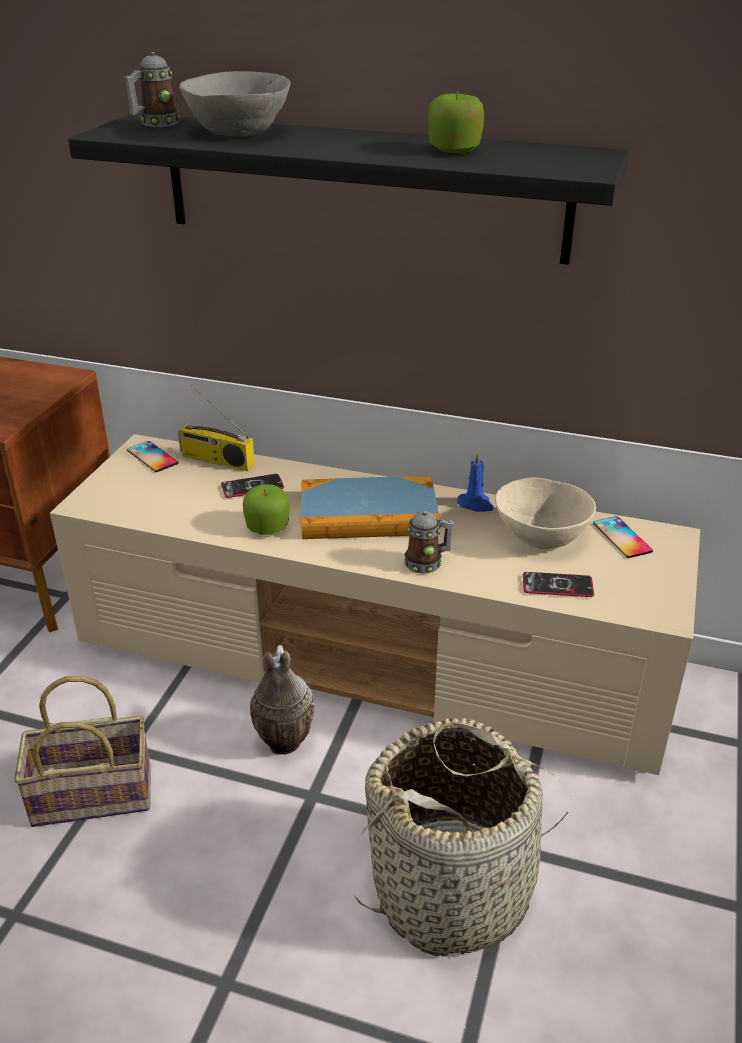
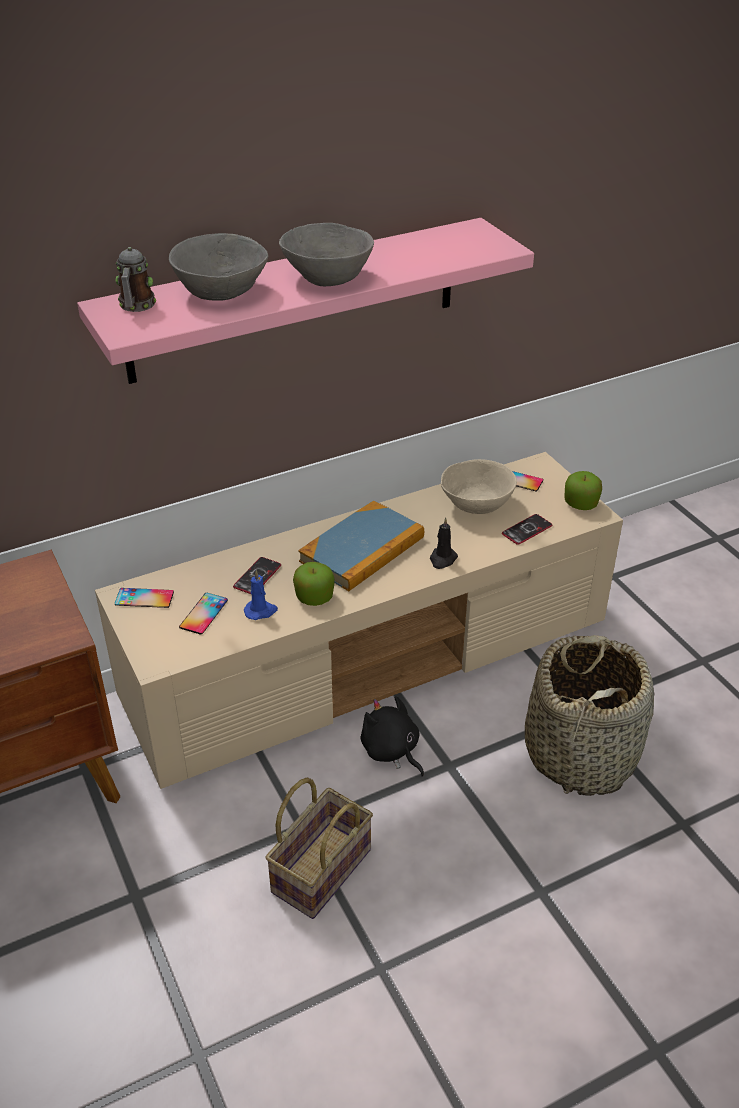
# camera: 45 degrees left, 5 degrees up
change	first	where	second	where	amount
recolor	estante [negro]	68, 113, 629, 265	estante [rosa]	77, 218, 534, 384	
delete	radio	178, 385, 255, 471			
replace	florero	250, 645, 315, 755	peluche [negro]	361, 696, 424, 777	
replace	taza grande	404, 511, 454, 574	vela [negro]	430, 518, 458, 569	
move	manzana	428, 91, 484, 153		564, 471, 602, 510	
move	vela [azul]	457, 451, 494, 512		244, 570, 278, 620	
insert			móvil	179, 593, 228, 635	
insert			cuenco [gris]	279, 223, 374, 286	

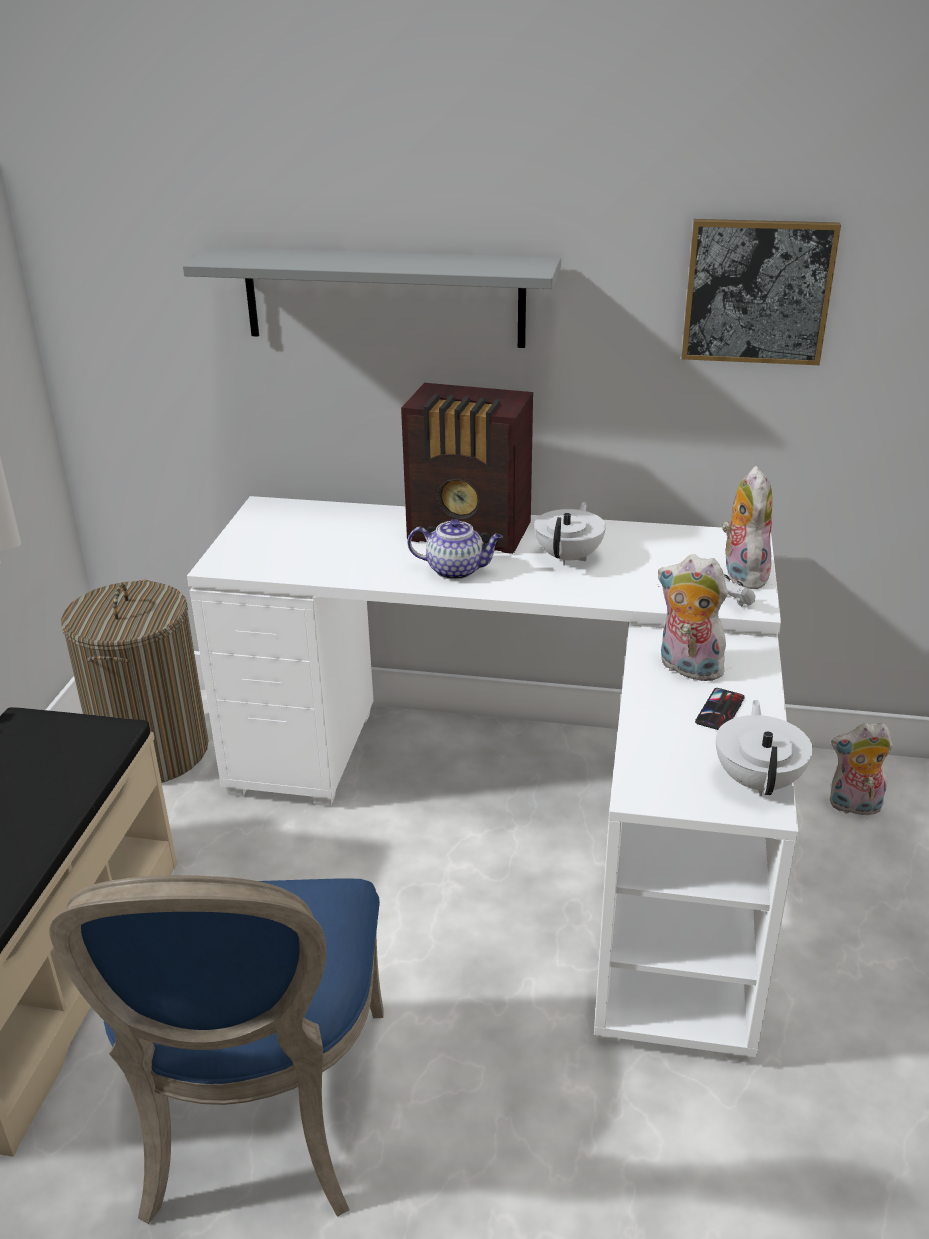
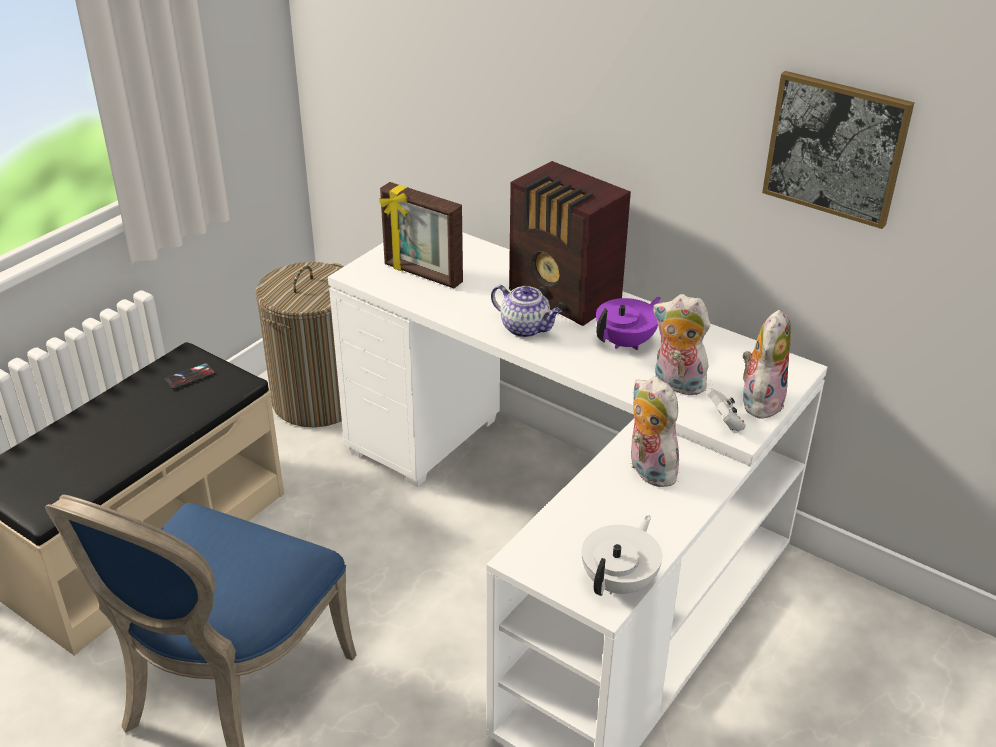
# camera: 25 degrees right, 5 degrees up
change	first	where	second	where	amount
delete	estante [gris]	183, 247, 561, 348			
recolor	tetera [blanco]	534, 502, 606, 566	tetera [morado]	596, 297, 661, 350	
move	móvil	695, 688, 745, 730		165, 363, 215, 389	
move	peluche	830, 723, 893, 816		653, 294, 710, 395	
insert			portarretratos	379, 182, 463, 289	

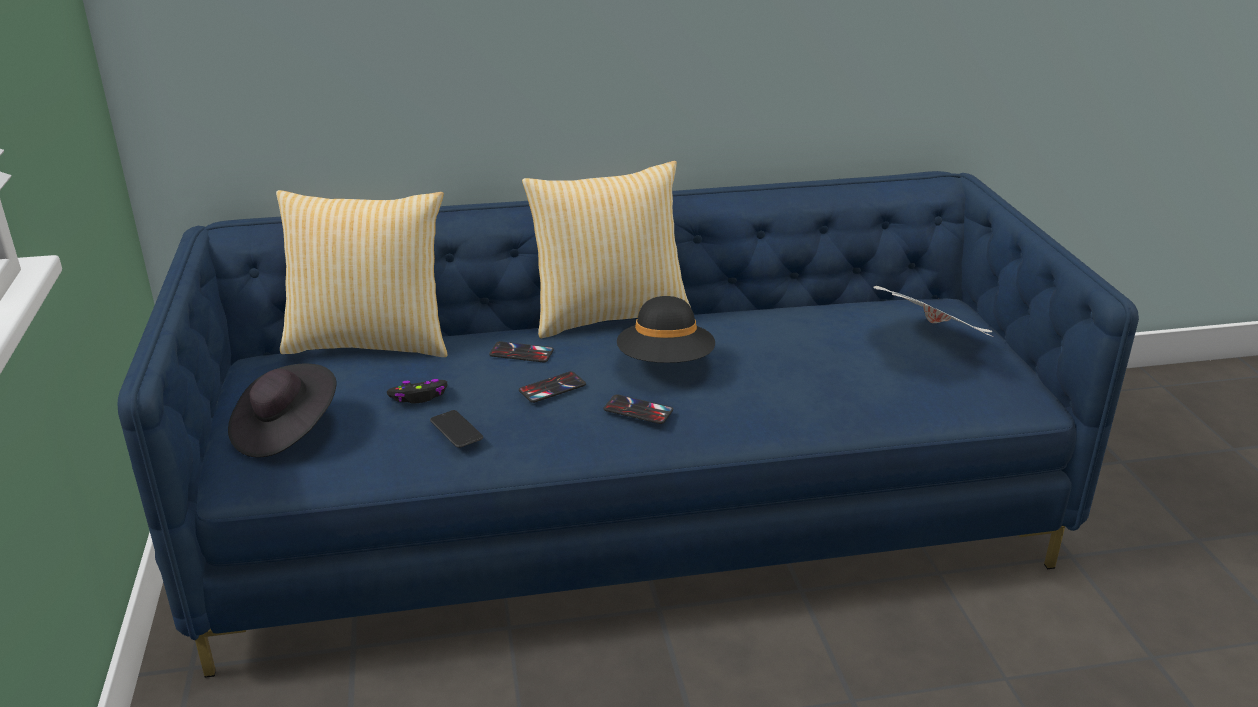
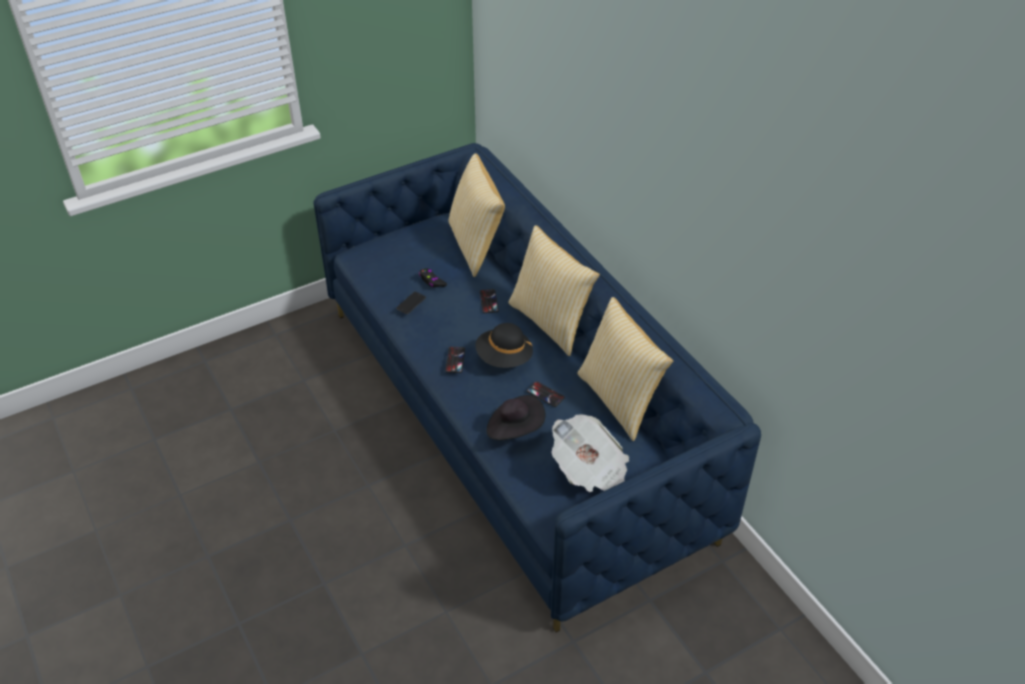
# camera: 70 degrees right, 15 degrees up
change	first	where	second	where	amount
move	sombrero [negro]	228, 364, 337, 458		487, 395, 545, 440	
move	móvil	519, 371, 586, 403		527, 381, 565, 407	
insert			cojín	577, 297, 673, 441	

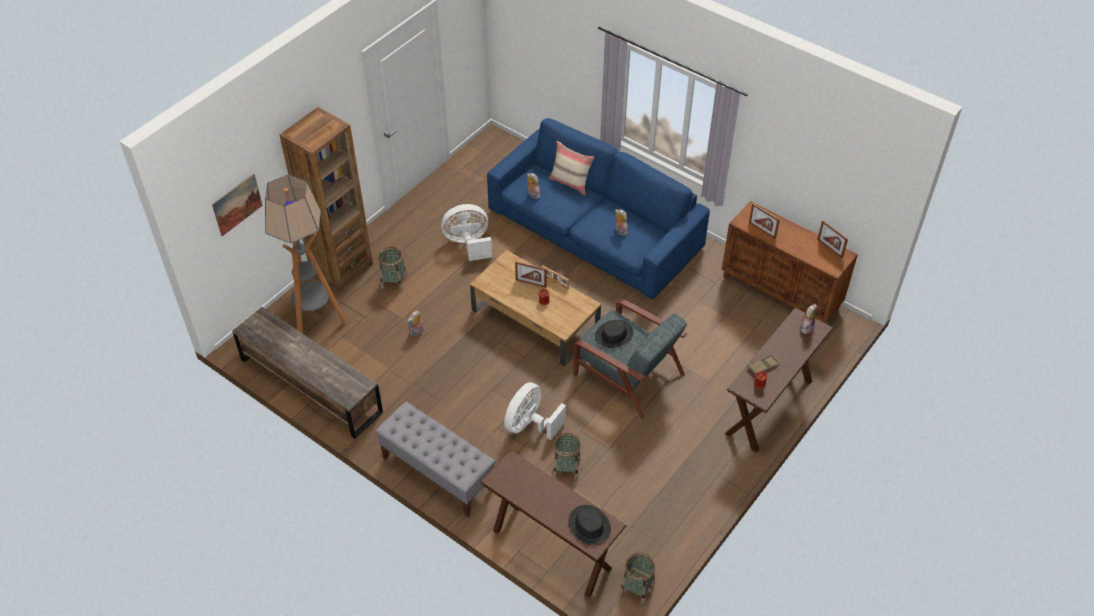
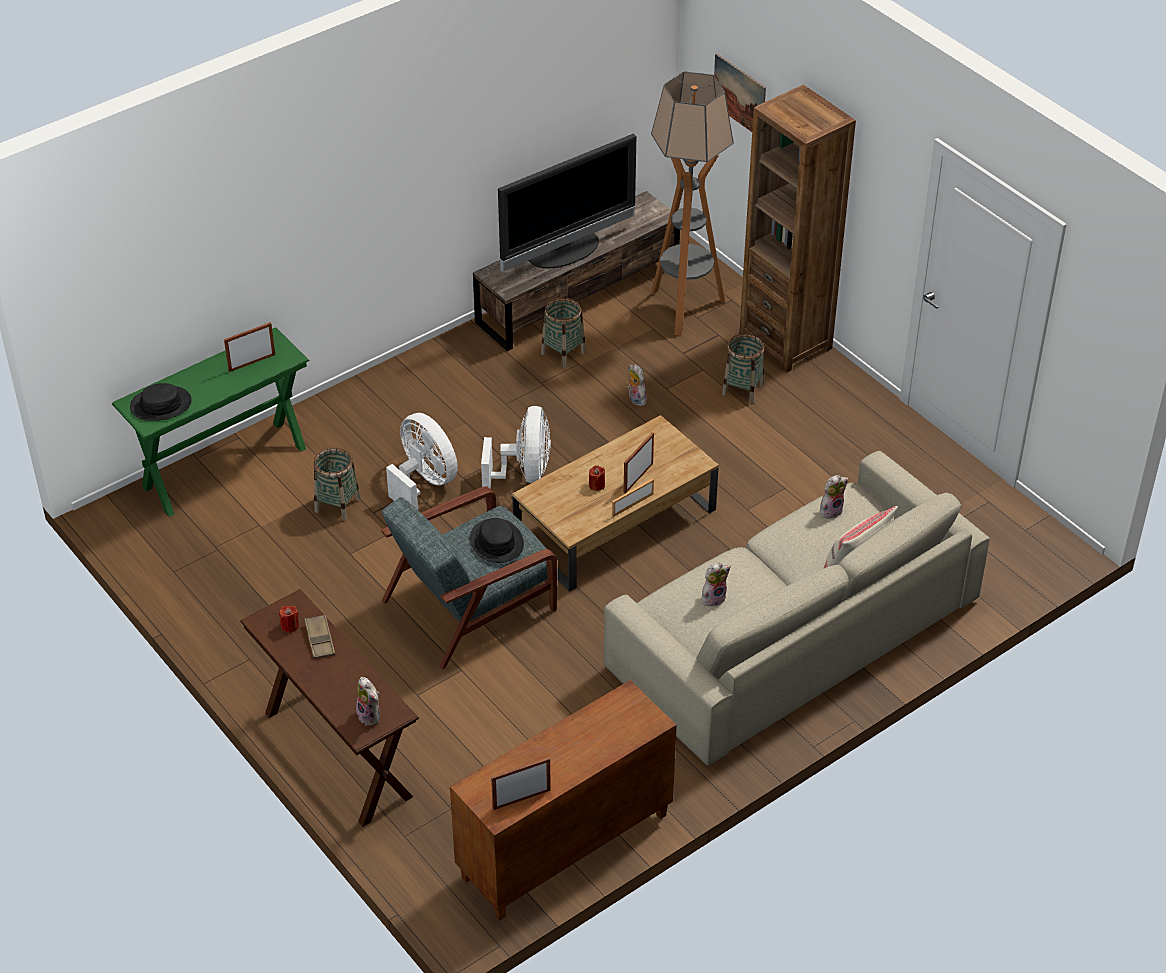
# camera: 105 degrees right, 5 degrees down
change	first	where	second	where	amount
delete	banco [gris]	375, 402, 496, 517			
move	ventilador [blanco]	441, 204, 492, 261		481, 406, 551, 488	
recolor	mesa consola [marrón]	480, 450, 626, 598	mesa consola [verde]	112, 327, 310, 517	
recolor	sofá [azul]	487, 118, 710, 299	sofá [beis]	604, 451, 990, 766	
move	cesta	620, 553, 655, 604		541, 298, 586, 368	
move	portarretratos	749, 203, 780, 239		224, 322, 275, 372	
insert			televisor	498, 134, 636, 272	

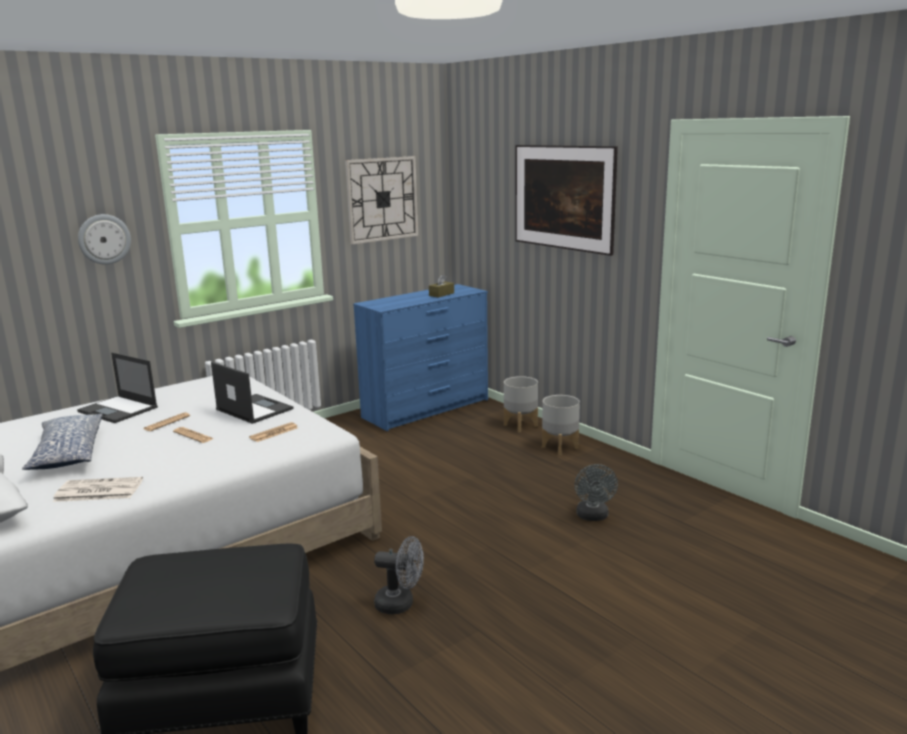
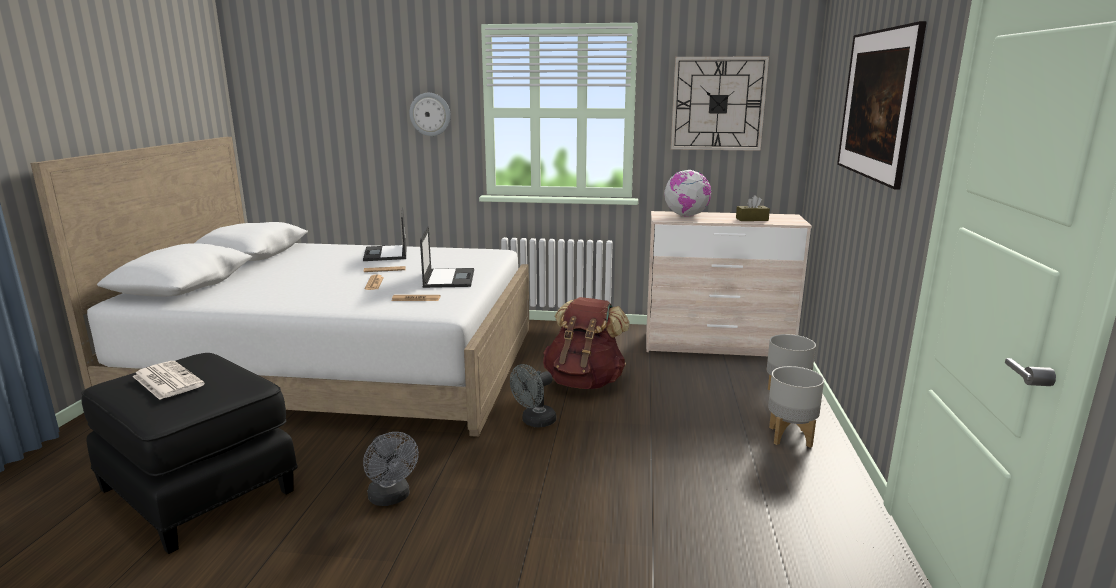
# camera: 45 degrees right, 0 degrees up
change	first	where	second	where	amount
delete	cojín	22, 414, 103, 470			
move	periódico	53, 477, 143, 502		132, 361, 205, 400	
recolor	cómoda [azul]	353, 284, 488, 431	cómoda [beis]	646, 211, 812, 356	
move	ventilador [gris]	575, 464, 618, 521		510, 364, 556, 427	
insert			mochila [marrón]	543, 297, 630, 389	
insert			globo terráqueo	664, 170, 711, 216	

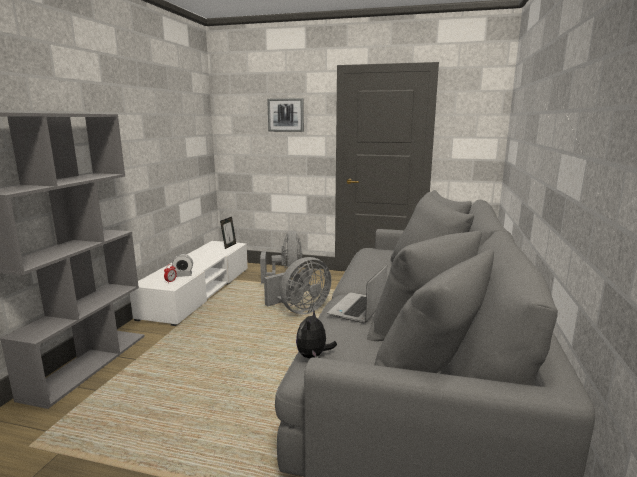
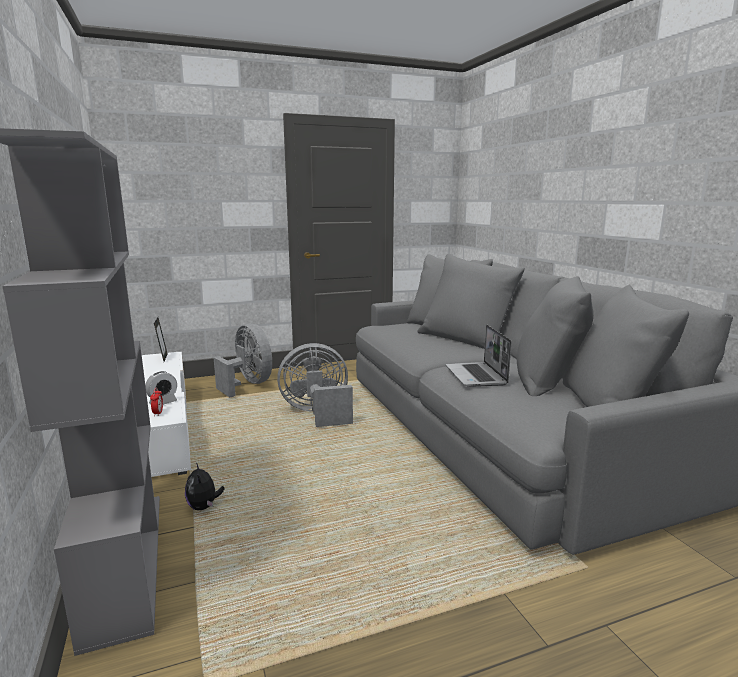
# camera: 35 degrees left, 0 degrees up
change	first	where	second	where	amount
rotate	ventilador [gris]	264, 257, 331, 314		277, 343, 353, 427	120 degrees counterclockwise
delete	cuadro	267, 98, 304, 132			
move	peluche	296, 309, 337, 358		185, 463, 225, 510	

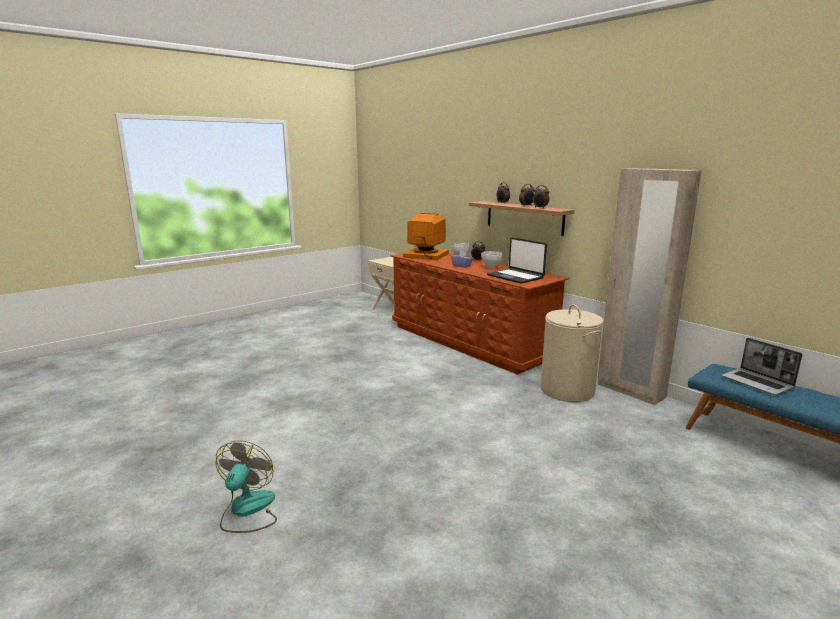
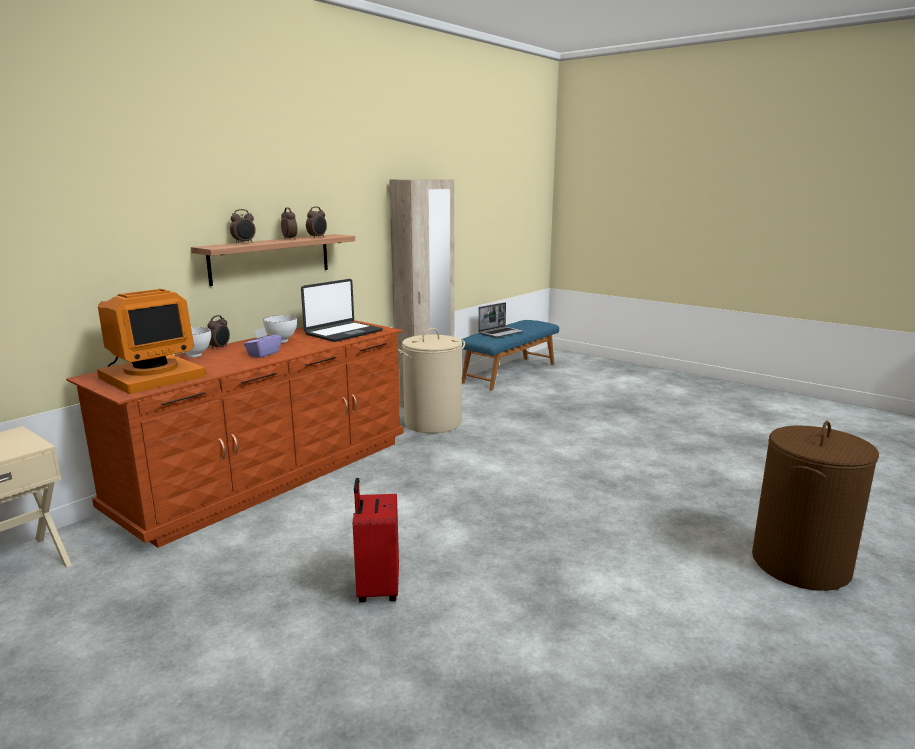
# camera: 100 degrees left, 0 degrees up
change	first	where	second	where	amount
replace	ventilador	216, 440, 277, 533	cesto de la ropa [marrón]	752, 421, 879, 591	
rotate	monitor	403, 213, 449, 260		97, 289, 206, 394	150 degrees counterclockwise
insert			maleta [rojo]	353, 478, 399, 603	

